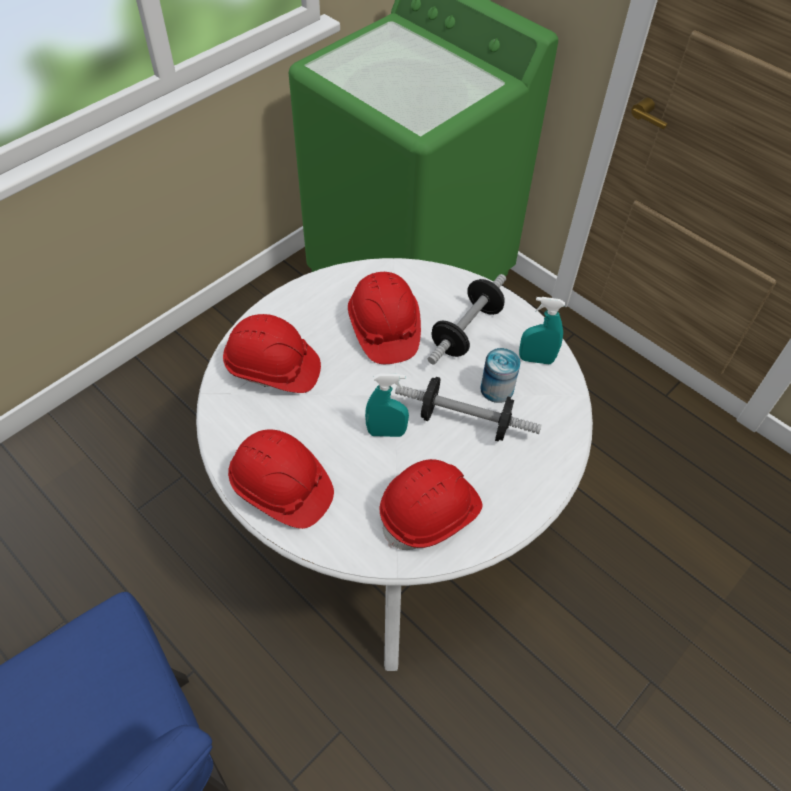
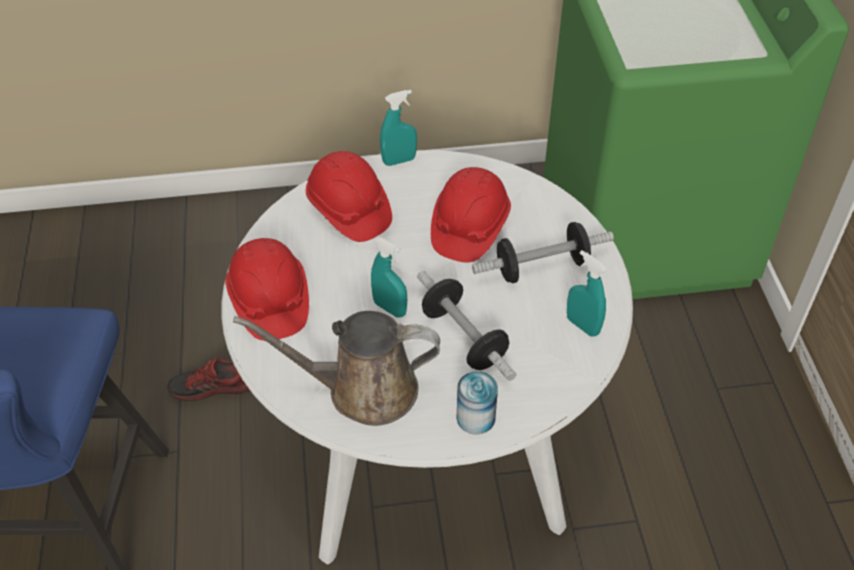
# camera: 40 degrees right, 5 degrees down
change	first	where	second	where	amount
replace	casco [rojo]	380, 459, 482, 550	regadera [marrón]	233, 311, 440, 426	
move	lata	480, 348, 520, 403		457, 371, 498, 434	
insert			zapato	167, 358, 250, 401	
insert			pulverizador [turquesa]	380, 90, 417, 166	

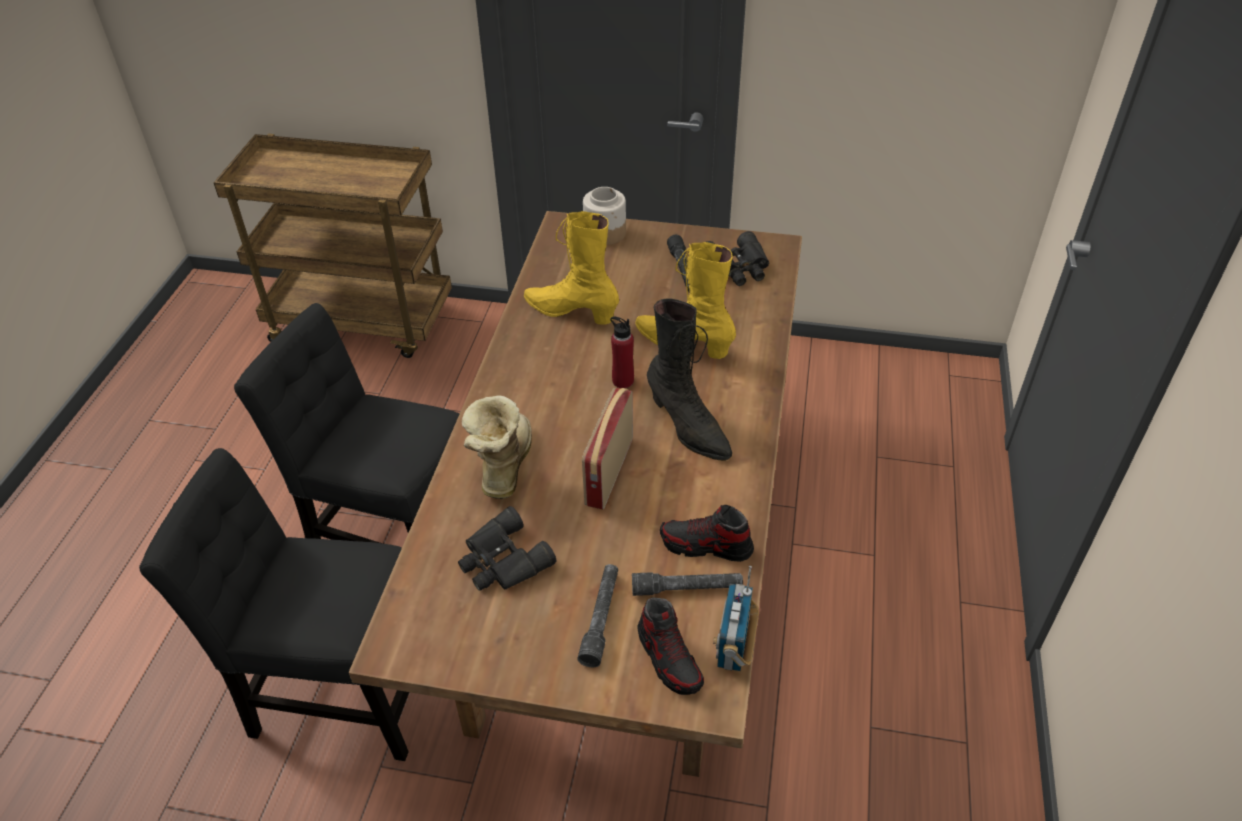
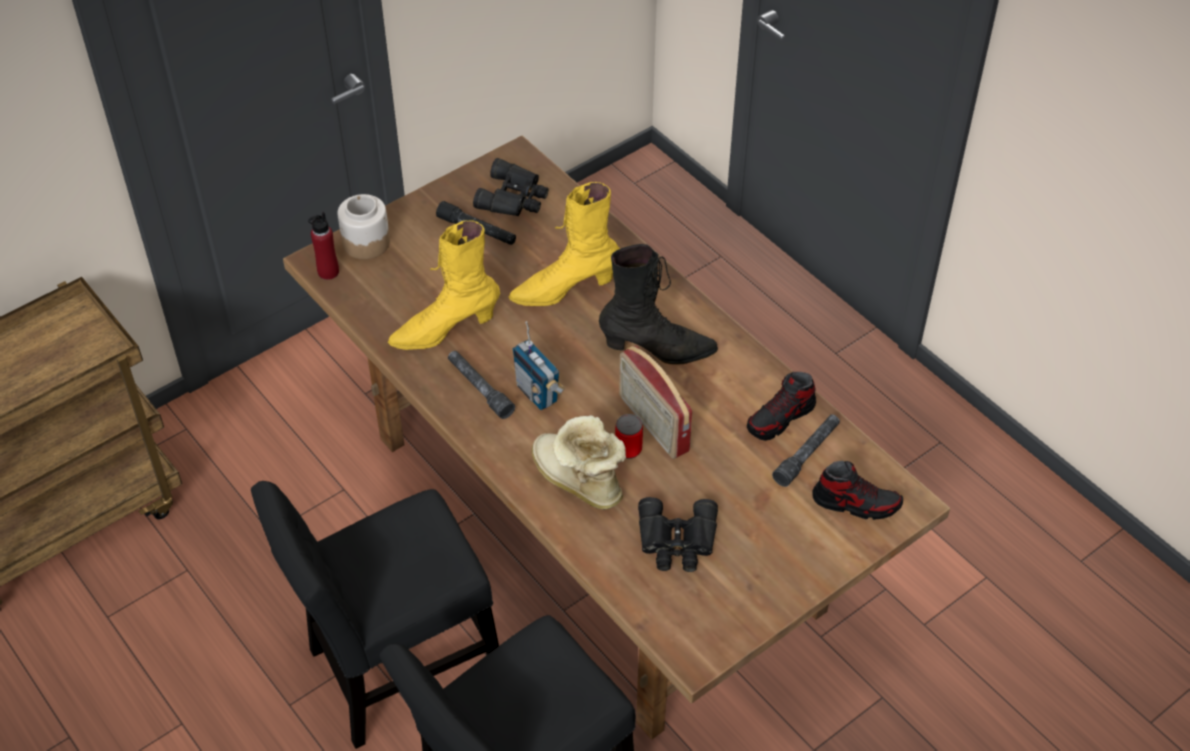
# camera: 50 degrees left, 5 degrees up
change	first	where	second	where	amount
move	linterna [gris]	577, 564, 618, 667		448, 351, 515, 419	
move	botella [rojo]	610, 316, 634, 388		308, 212, 339, 280	
move	radio	713, 566, 759, 671		512, 321, 566, 410	
insert			lata	615, 414, 643, 459	

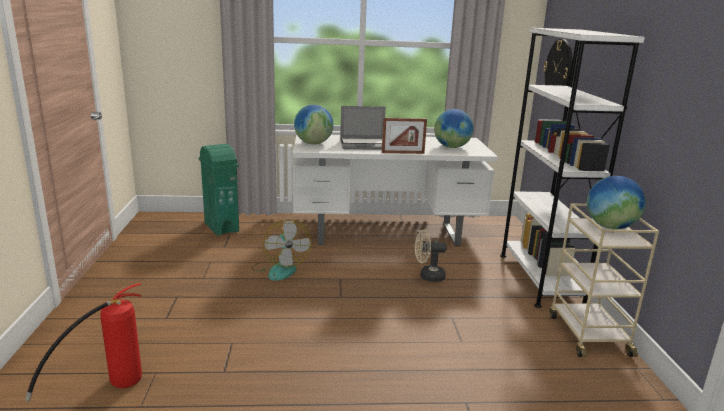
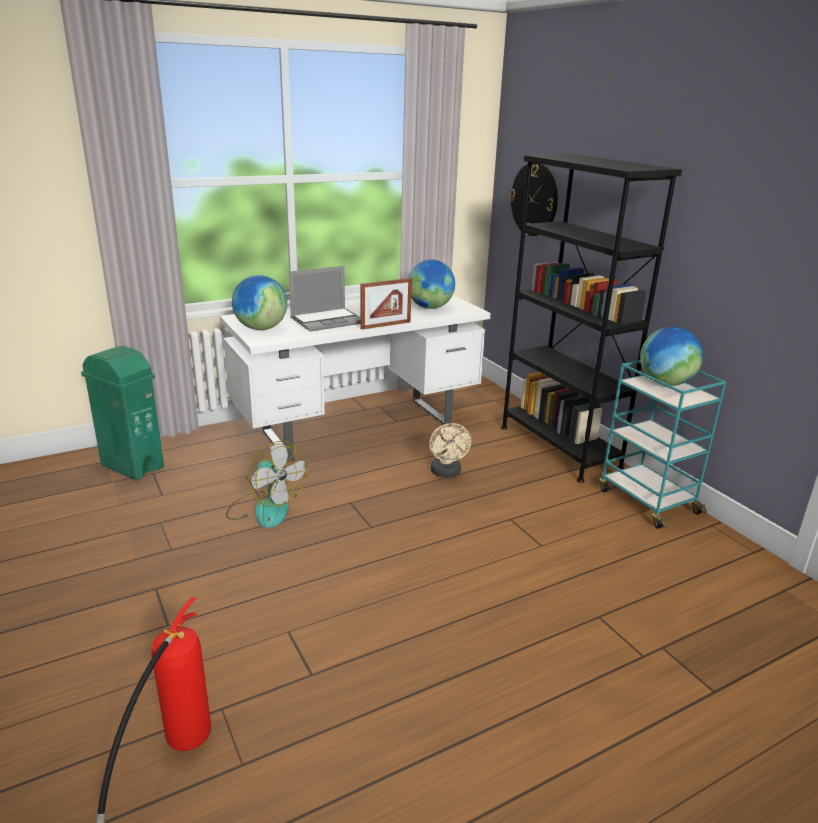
# camera: 25 degrees left, 5 degrees up
change	first	where	second	where	amount
rotate	ventilador [beis]	415, 230, 447, 282		429, 423, 471, 477	75 degrees counterclockwise
recolor	estantería [blanco]	500, 28, 645, 308	estantería [negro]	501, 154, 682, 483	
recolor	carrito [beis]	549, 203, 659, 357	carrito [turquesa]	599, 360, 726, 529	

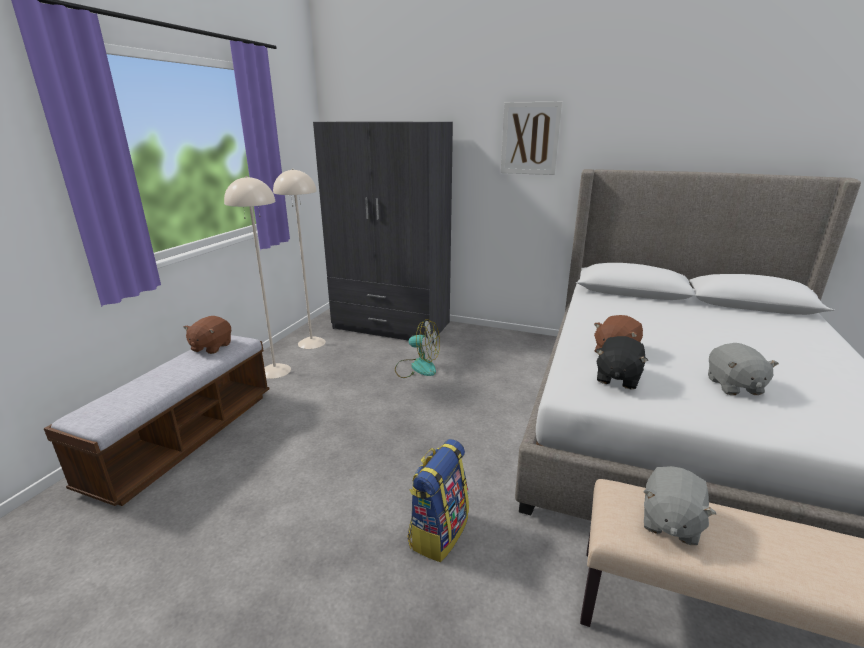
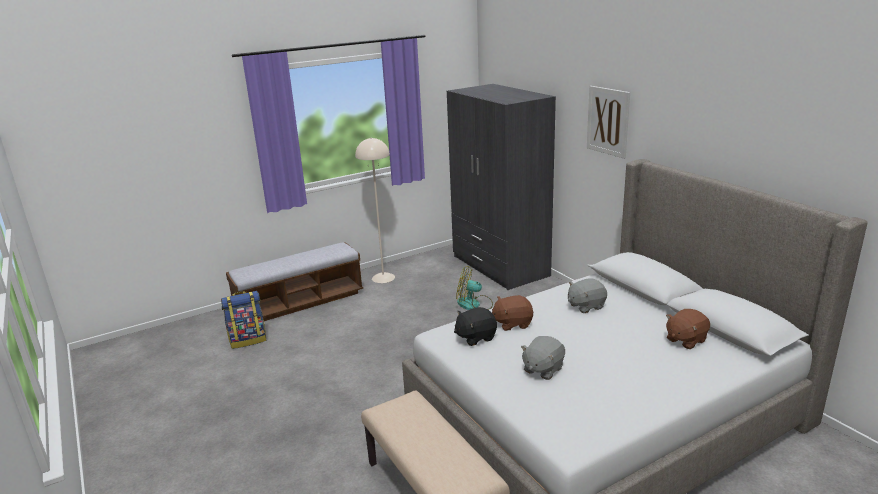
# camera: 40 degrees right, 0 degrees up
change	first	where	second	where	amount
move	peluche [marrón]	183, 316, 231, 354		666, 309, 710, 349	
delete	lámpara de pie [beis]	273, 169, 326, 349			
rotate	ventilador	395, 319, 440, 378		456, 266, 493, 310	135 degrees clockwise
move	mochila	407, 439, 469, 562		221, 291, 266, 349	
move	peluche [gris]	643, 466, 716, 545		568, 278, 607, 313	

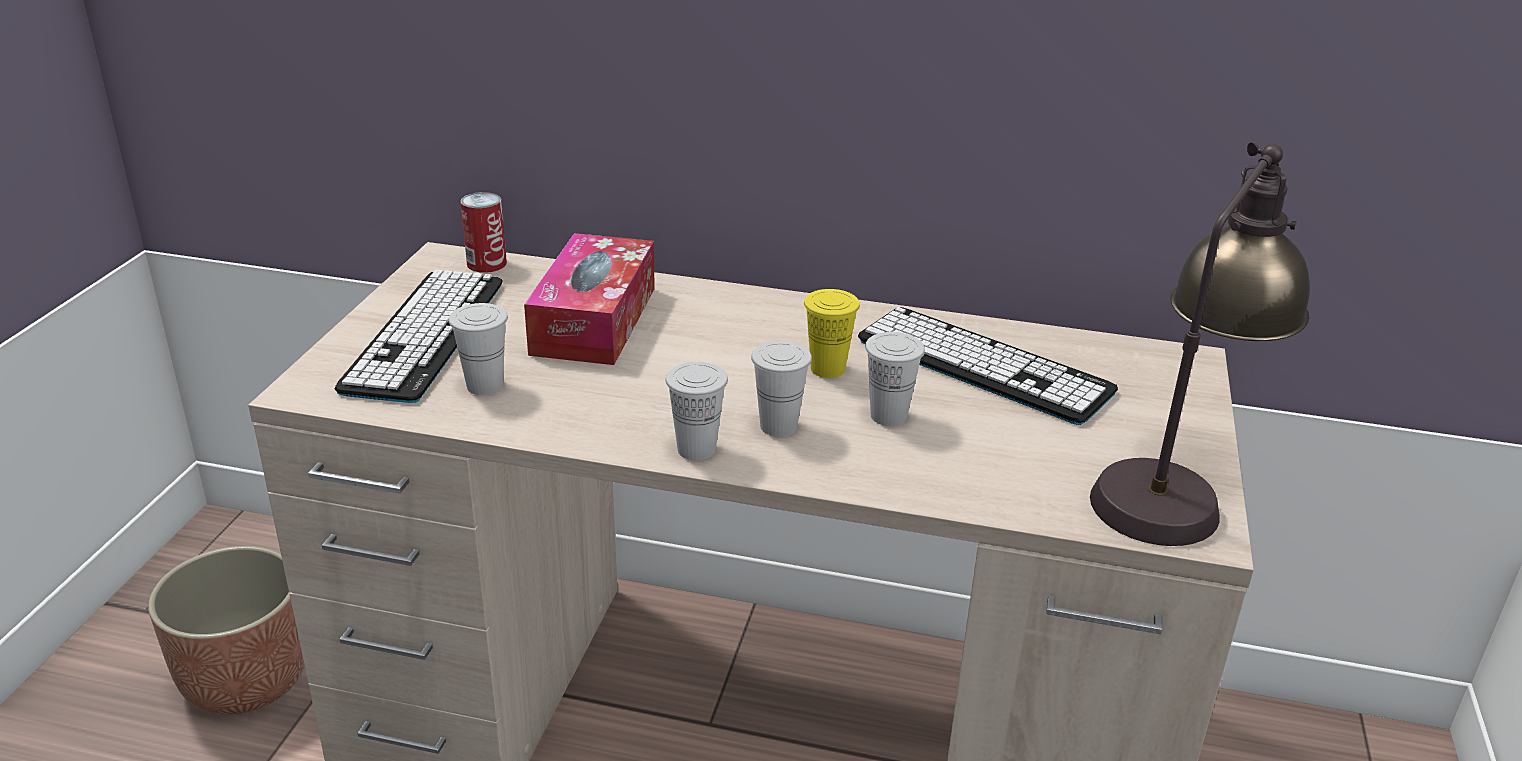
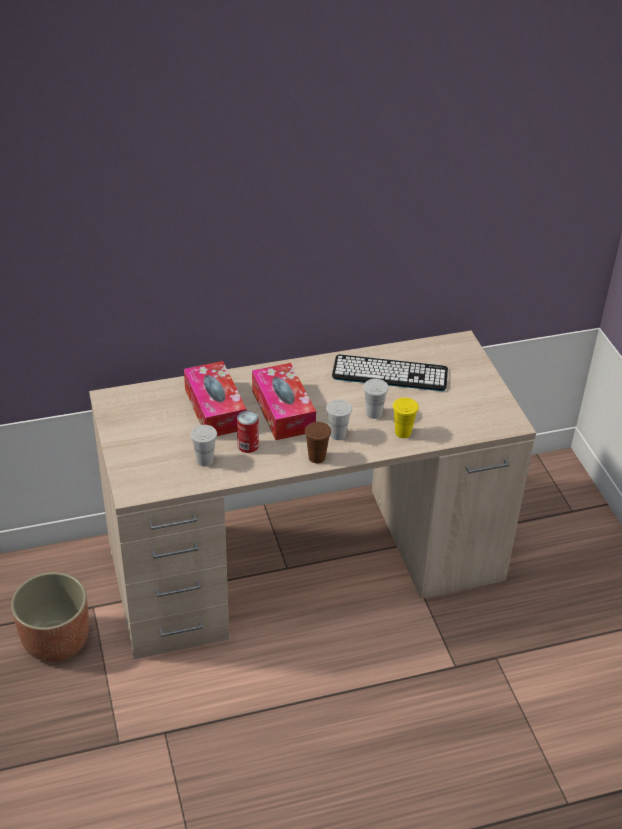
# camera: 30 degrees left, 10 degrees up
change	first	where	second	where	amount
delete	teclado	335, 270, 503, 403			
move	lata	460, 192, 507, 273		237, 411, 259, 453	
recolor	taza [blanco]	665, 362, 728, 460	taza [marrón]	305, 422, 331, 463	
move	taza [amarillo]	804, 289, 860, 378		393, 398, 419, 438	
delete	lámpara de mesa	1090, 141, 1310, 546			
insert			caja de pañuelos	252, 363, 316, 440	

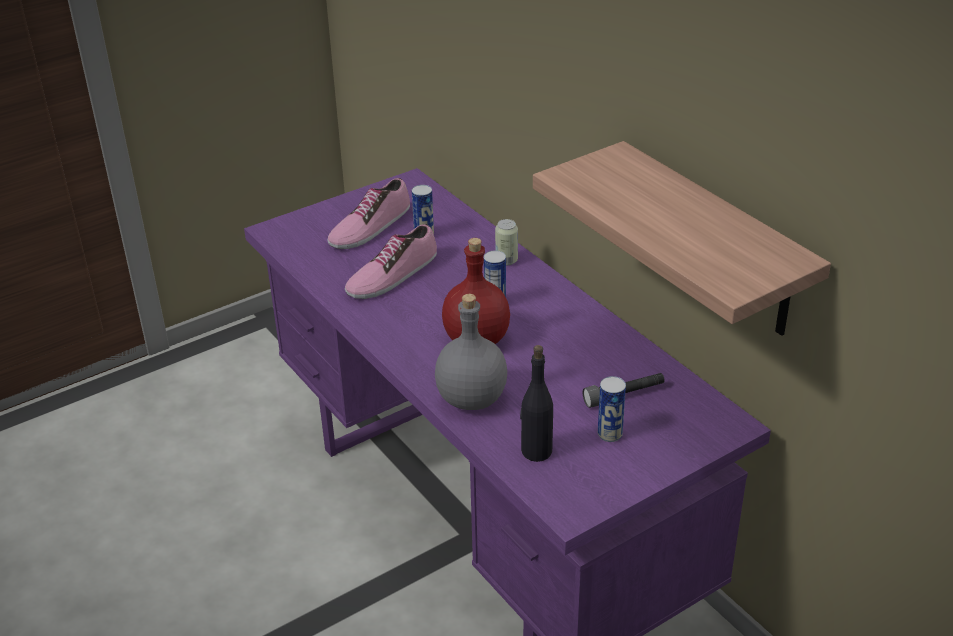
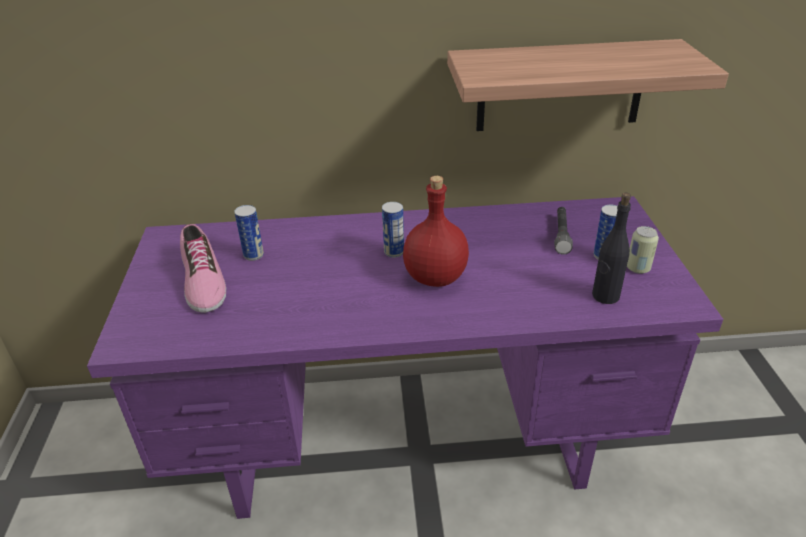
# camera: 60 degrees left, 0 degrees up
change	first	where	second	where	amount
delete	zapato	345, 224, 437, 299			
delete	botella [gris]	435, 294, 507, 410			
move	lata	495, 219, 518, 265		627, 226, 659, 274	

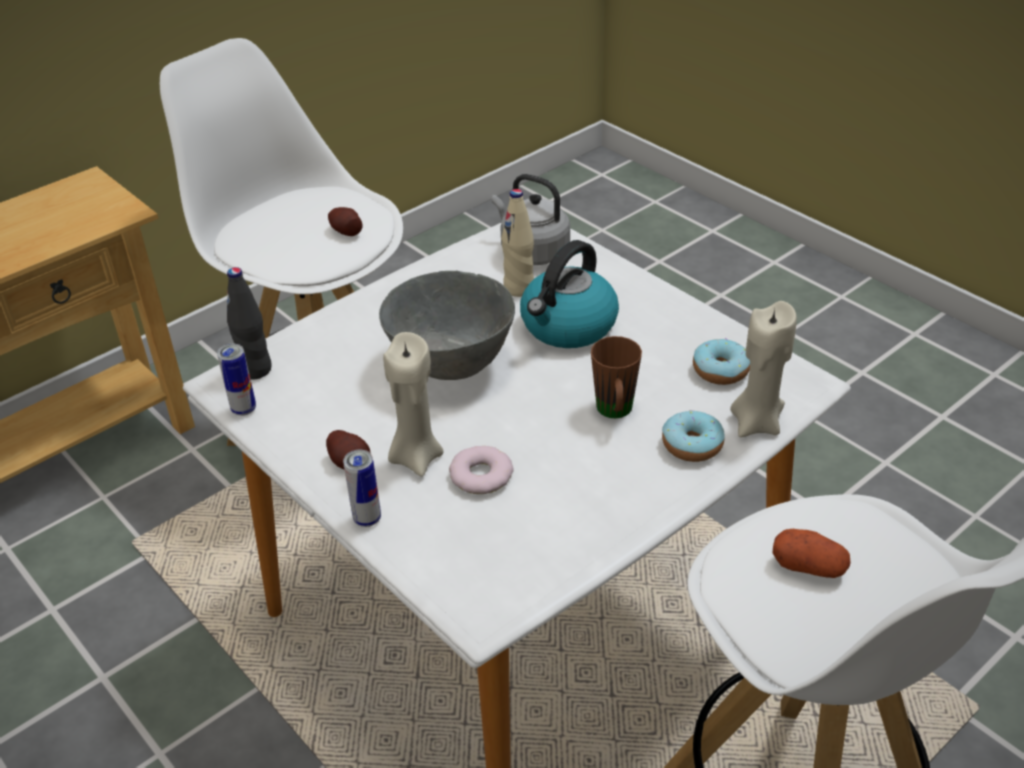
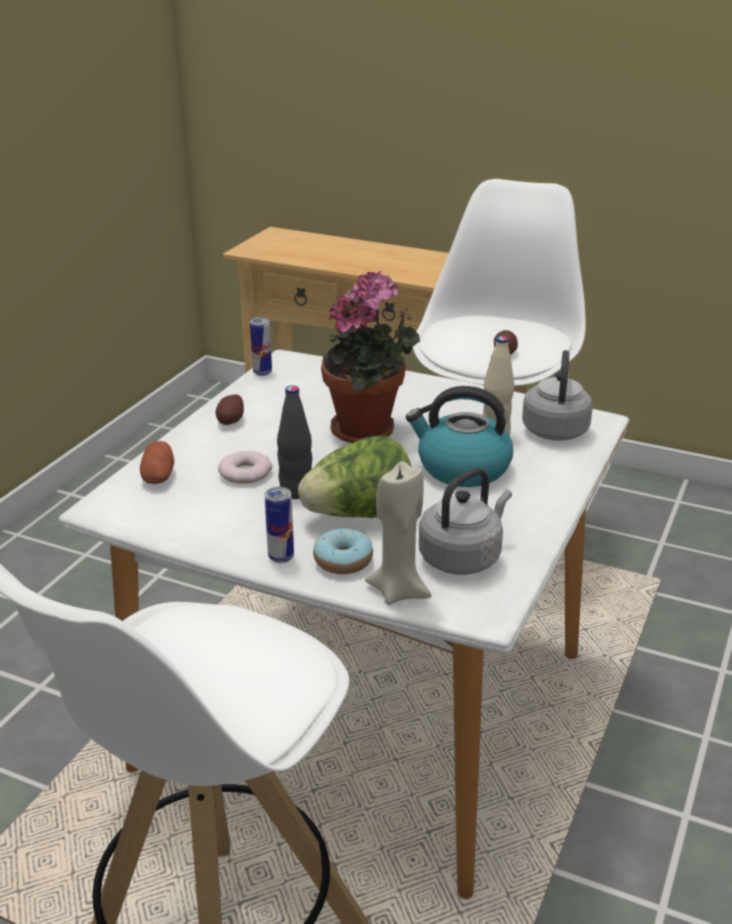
# camera: 65 degrees right, 10 degrees down
change	first	where	second	where	amount
move	botella [negro]	227, 267, 272, 380		277, 385, 312, 499	
move	lata	343, 450, 381, 527		265, 487, 294, 563	
replace	cuenco [gris]	379, 271, 515, 380	planta en maceta	321, 271, 420, 443	
delete	vela [beis]	383, 332, 444, 477			
replace	taza grande [marrón]	591, 336, 642, 418	lechuga	298, 436, 412, 518	
replace	rosquilla	693, 338, 750, 385	hervidor [gris]	419, 468, 512, 575	
move	patata	772, 529, 851, 578		140, 441, 174, 484	

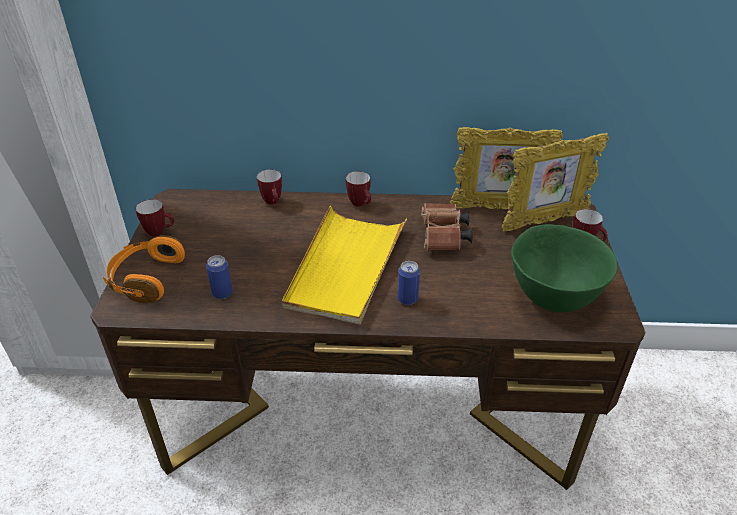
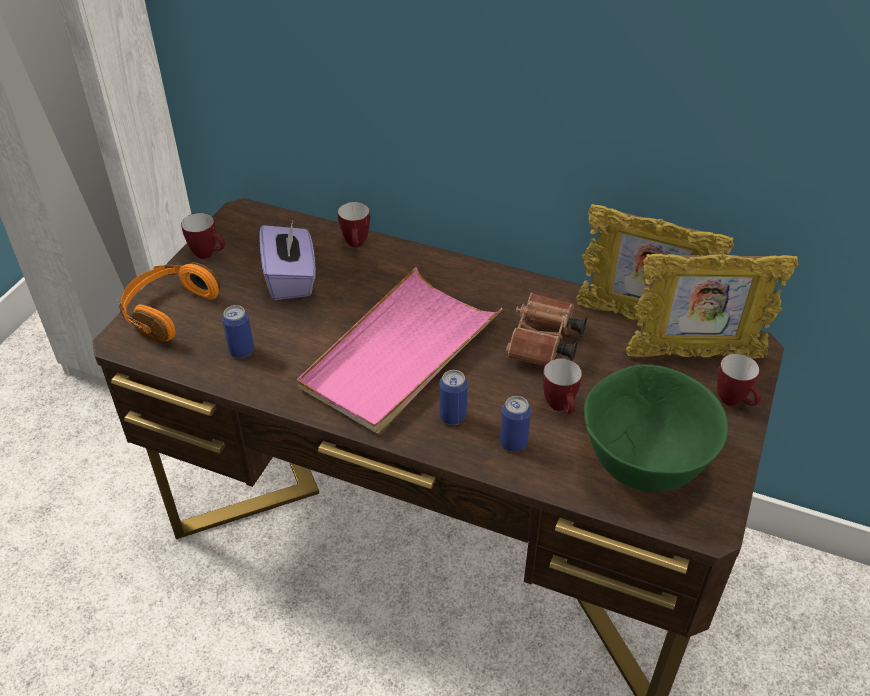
# camera: 20 degrees right, 5 degrees up
change	first	where	second	where	amount
recolor	bandeja [amarillo]	282, 206, 407, 324	bandeja [rosa]	297, 267, 503, 434	
move	taza grande	346, 171, 371, 207		543, 358, 582, 414	
insert			caja de pañuelos [morado]	259, 221, 316, 300	
insert			lata	500, 396, 531, 452	

